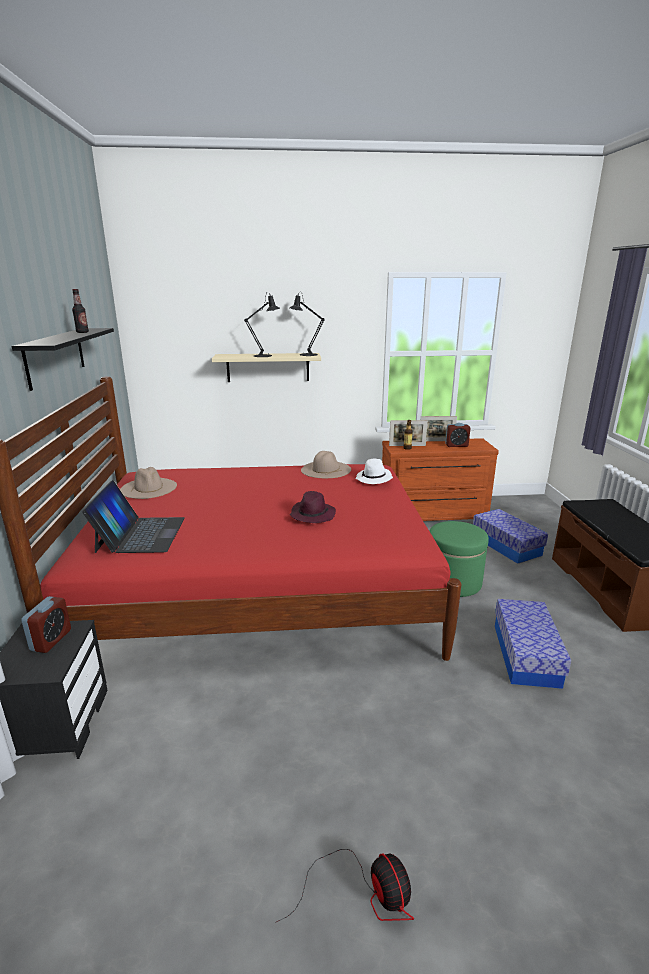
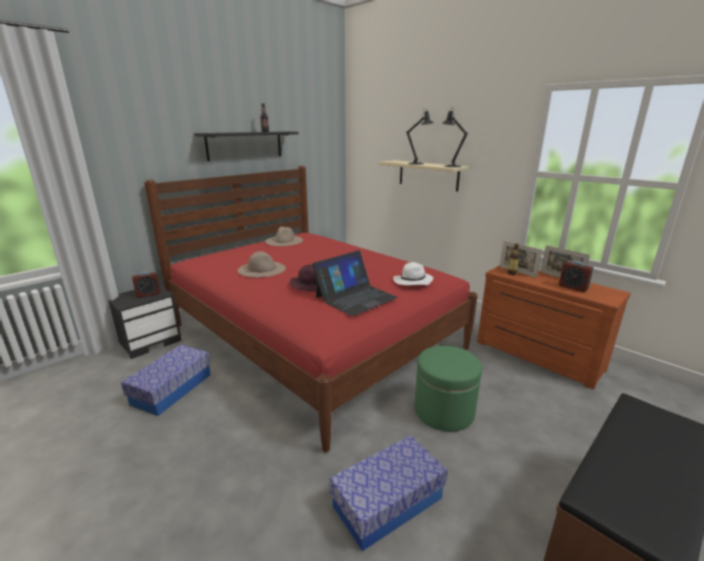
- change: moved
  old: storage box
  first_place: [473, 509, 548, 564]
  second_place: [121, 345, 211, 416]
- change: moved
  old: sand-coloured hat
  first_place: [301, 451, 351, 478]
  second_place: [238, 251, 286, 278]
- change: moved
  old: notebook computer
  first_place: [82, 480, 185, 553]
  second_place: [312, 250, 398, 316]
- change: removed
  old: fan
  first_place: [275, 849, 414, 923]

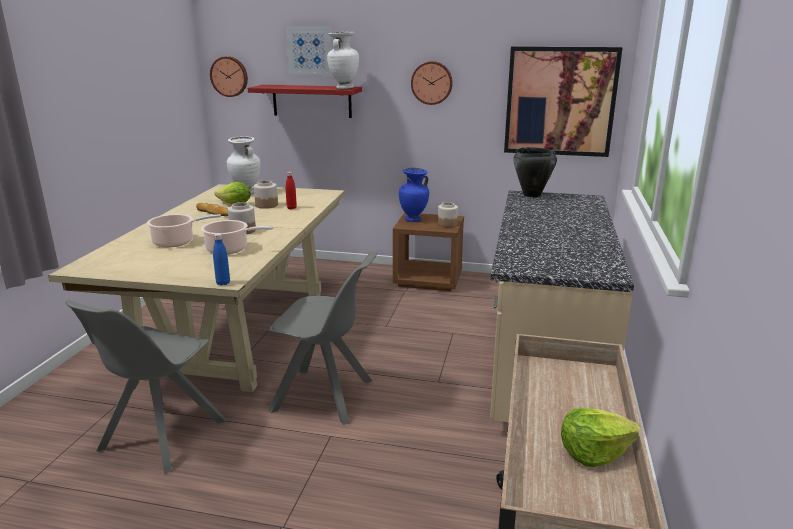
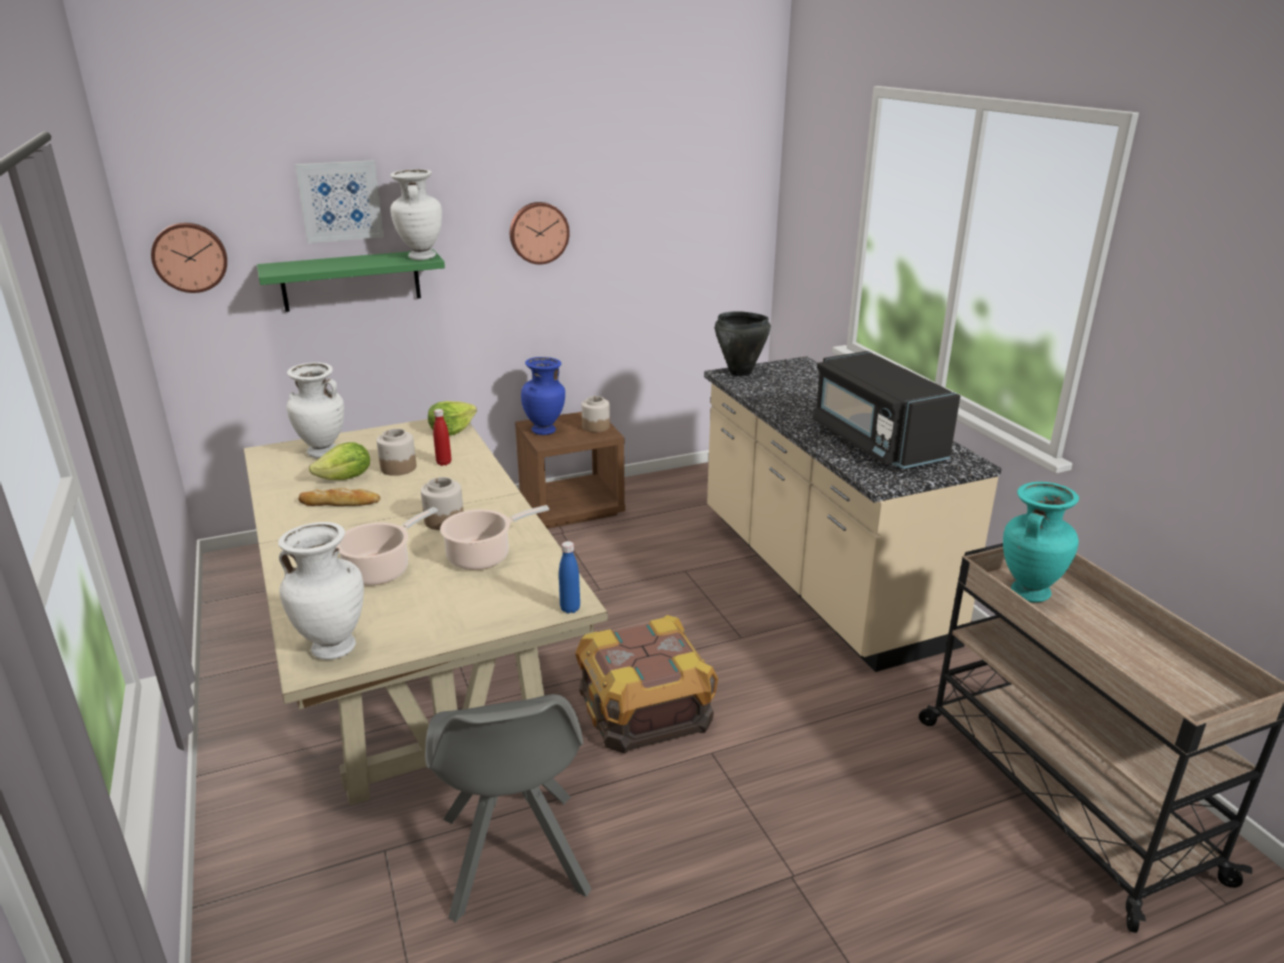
- change: recoloured
  old: red-coloured bracket shelf
  new: green-coloured bracket shelf
  first_place: [248, 85, 362, 118]
  second_place: [257, 249, 445, 312]
- change: added
  new: white-coloured flower vase
  second_place: [278, 522, 364, 660]
- change: moved
  old: lettuce
  first_place: [561, 408, 641, 467]
  second_place: [428, 401, 477, 436]
- change: replaced
  old: grey upright chair
  new: packing crate
  first_place: [268, 250, 377, 425]
  second_place: [575, 615, 718, 754]
- change: added
  new: black-coloured kitchen microwave
  second_place: [812, 351, 960, 469]
- change: added
  new: turquoise-coloured flower vase
  second_place: [1003, 482, 1079, 602]
- change: removed
  old: wall picture
  first_place: [504, 46, 623, 157]

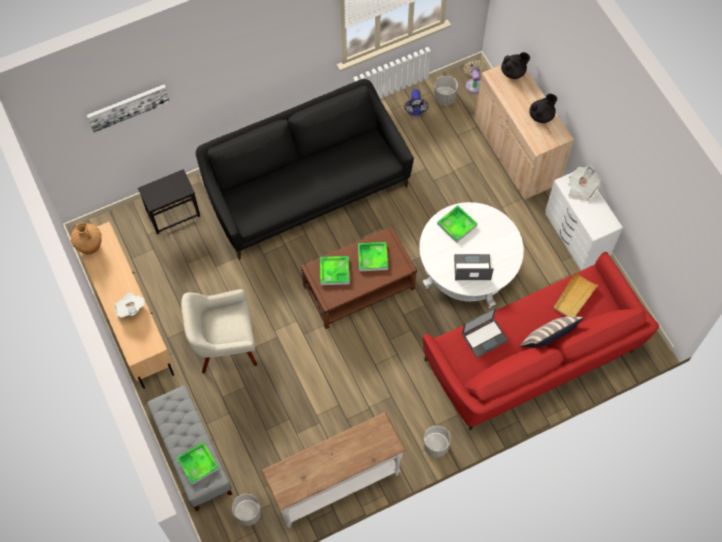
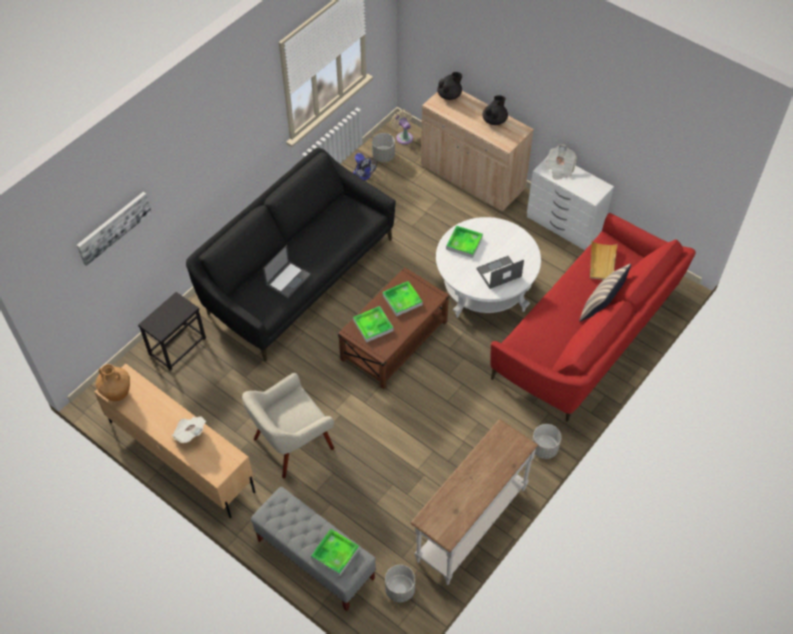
- change: moved
  old: notebook computer
  first_place: [462, 307, 509, 358]
  second_place: [263, 245, 311, 298]

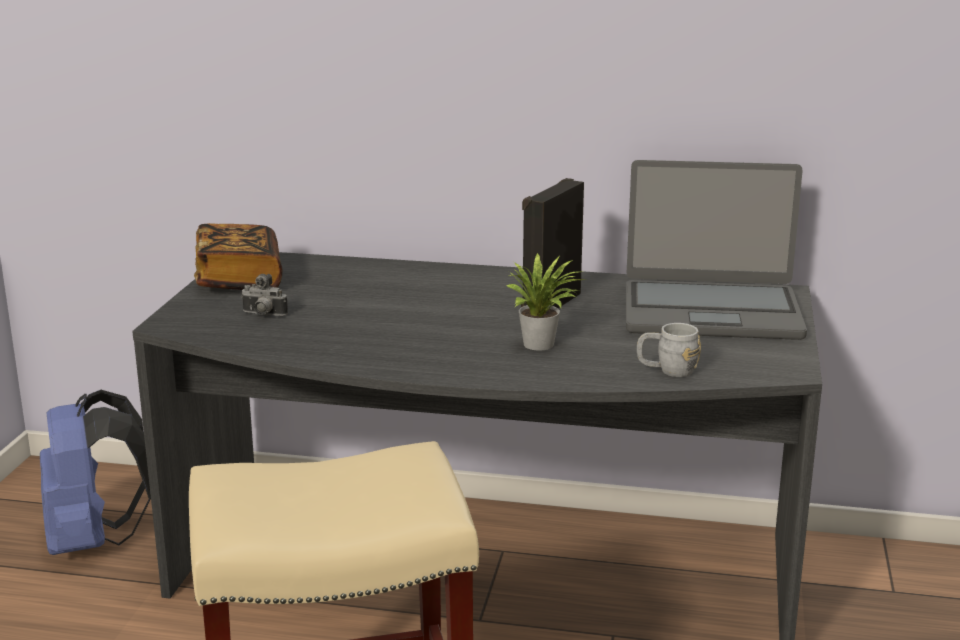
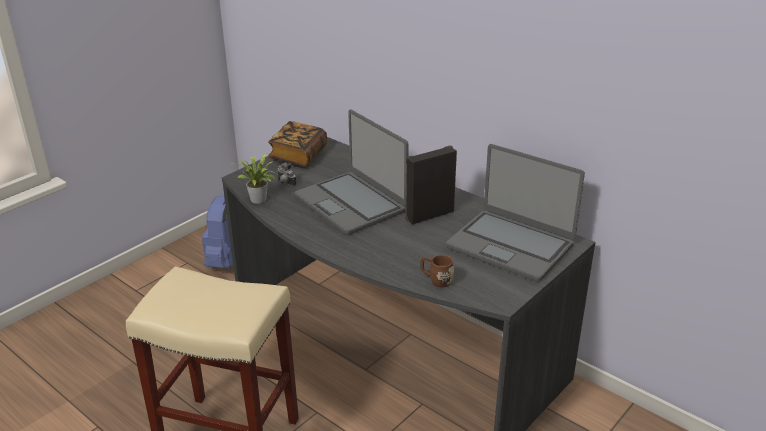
- change: moved
  old: plant in a pot
  first_place: [507, 253, 585, 351]
  second_place: [237, 153, 275, 204]
- change: added
  new: notebook computer
  second_place: [294, 110, 409, 235]
- change: recoloured
  old: grey mug
  new: brownish mug
  first_place: [637, 323, 701, 377]
  second_place: [420, 255, 454, 287]

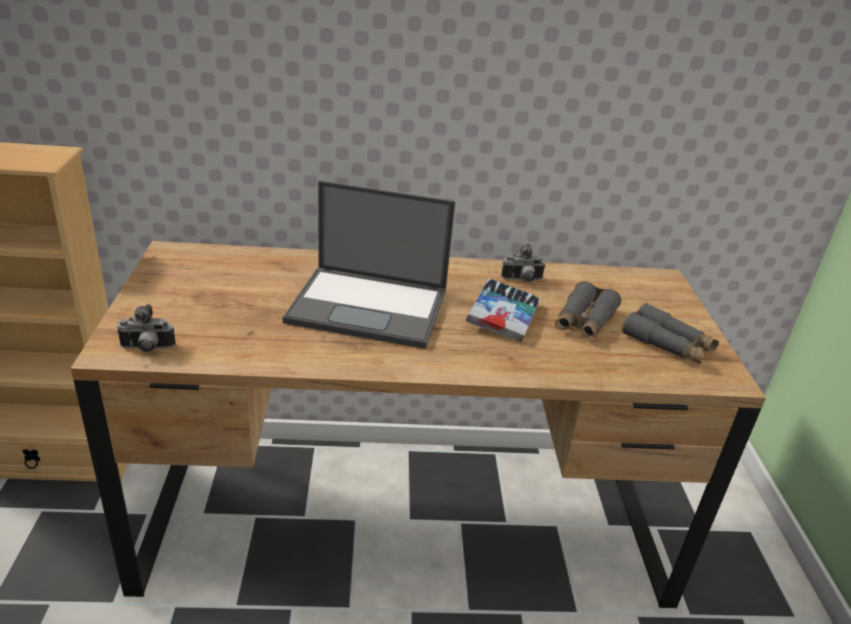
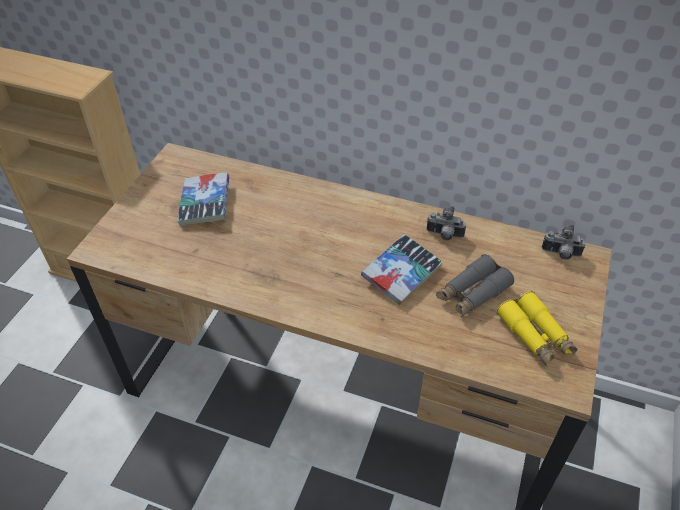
- change: added
  new: bound book
  second_place: [177, 172, 229, 226]
- change: recoloured
  old: grey binoculars
  new: yellow binoculars
  first_place: [622, 303, 719, 364]
  second_place: [497, 291, 577, 366]
- change: moved
  old: photo camera
  first_place: [116, 304, 176, 352]
  second_place: [542, 224, 586, 260]
- change: removed
  old: notebook computer
  first_place: [283, 181, 455, 349]

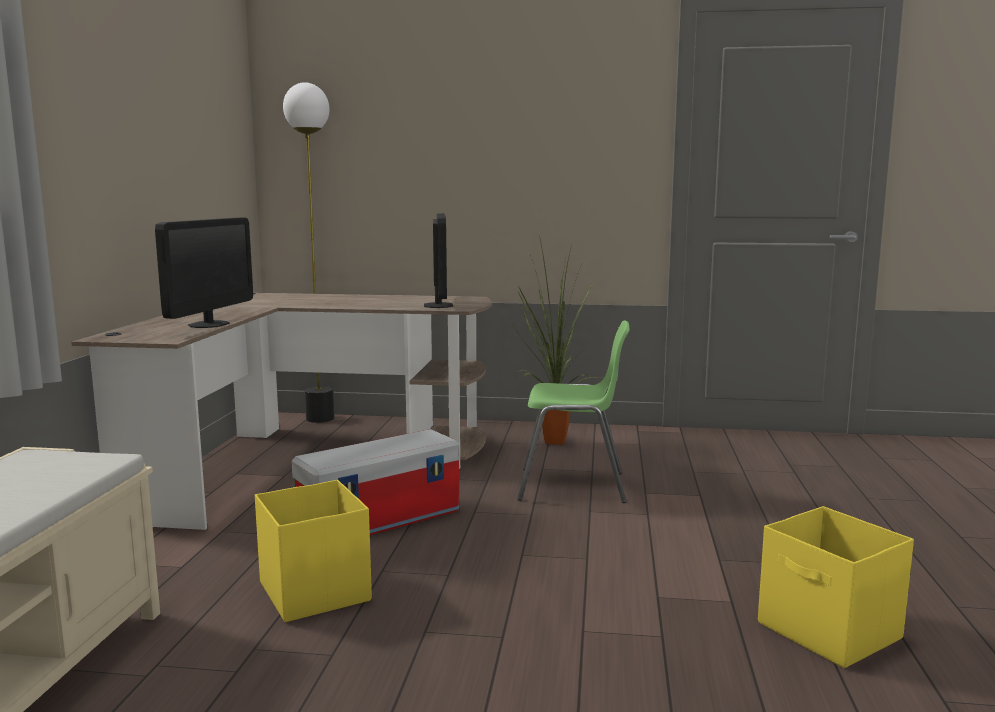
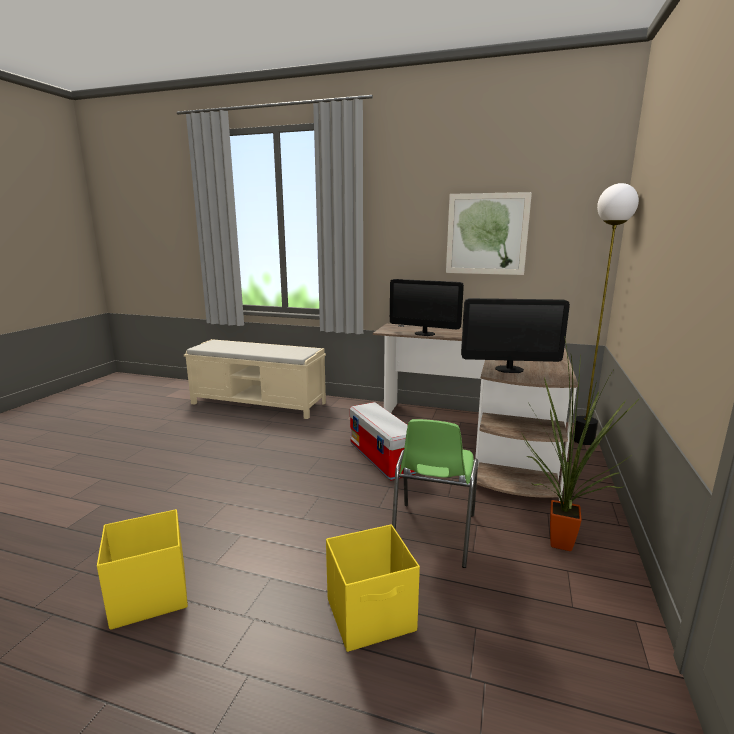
- change: moved
  old: yellow storage box
  first_place: [255, 480, 372, 622]
  second_place: [326, 524, 420, 652]
- change: added
  new: wall picture
  second_place: [446, 192, 532, 275]

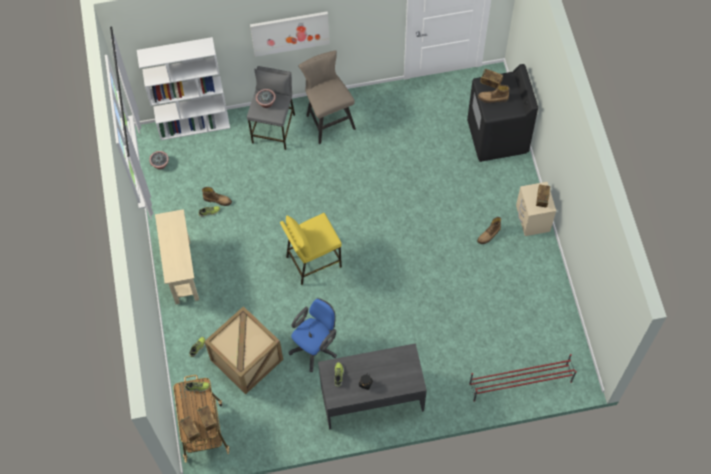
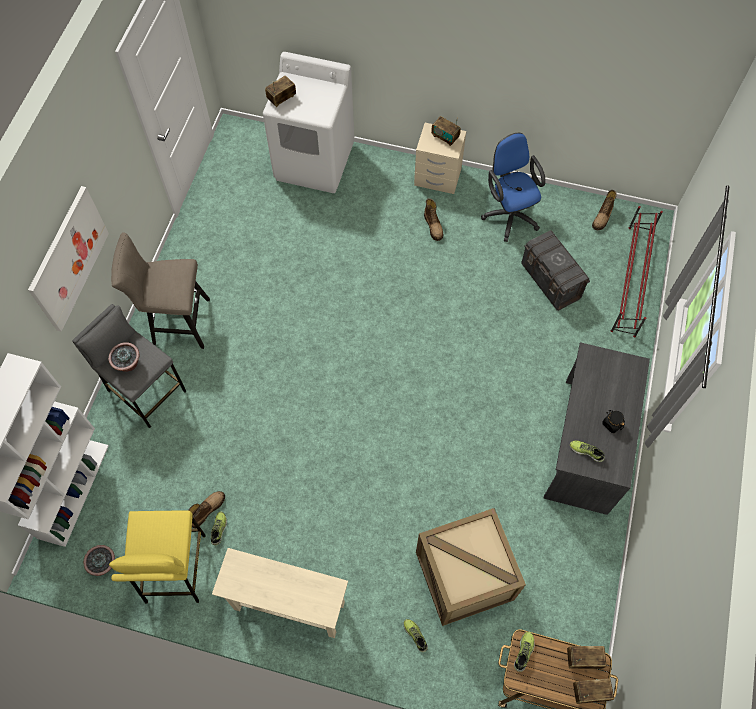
- change: moved
  old: yellow stool seat
  first_place: [280, 213, 342, 285]
  second_place: [109, 510, 205, 604]
- change: recoloured
  old: black-coloured washing machine
  new: white-coloured washing machine
  first_place: [467, 64, 538, 162]
  second_place: [263, 52, 354, 193]
- change: moved
  old: blue-coloured desk chair
  first_place: [288, 298, 337, 372]
  second_place: [481, 133, 546, 242]
- change: added
  new: grey storage box
  second_place: [521, 230, 590, 311]
- change: moved
  old: boot
  first_place: [478, 85, 510, 103]
  second_place: [592, 190, 617, 230]

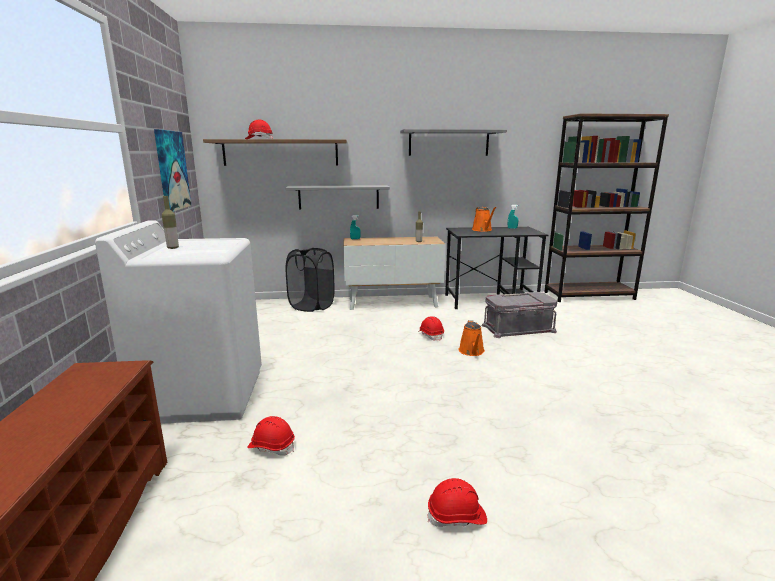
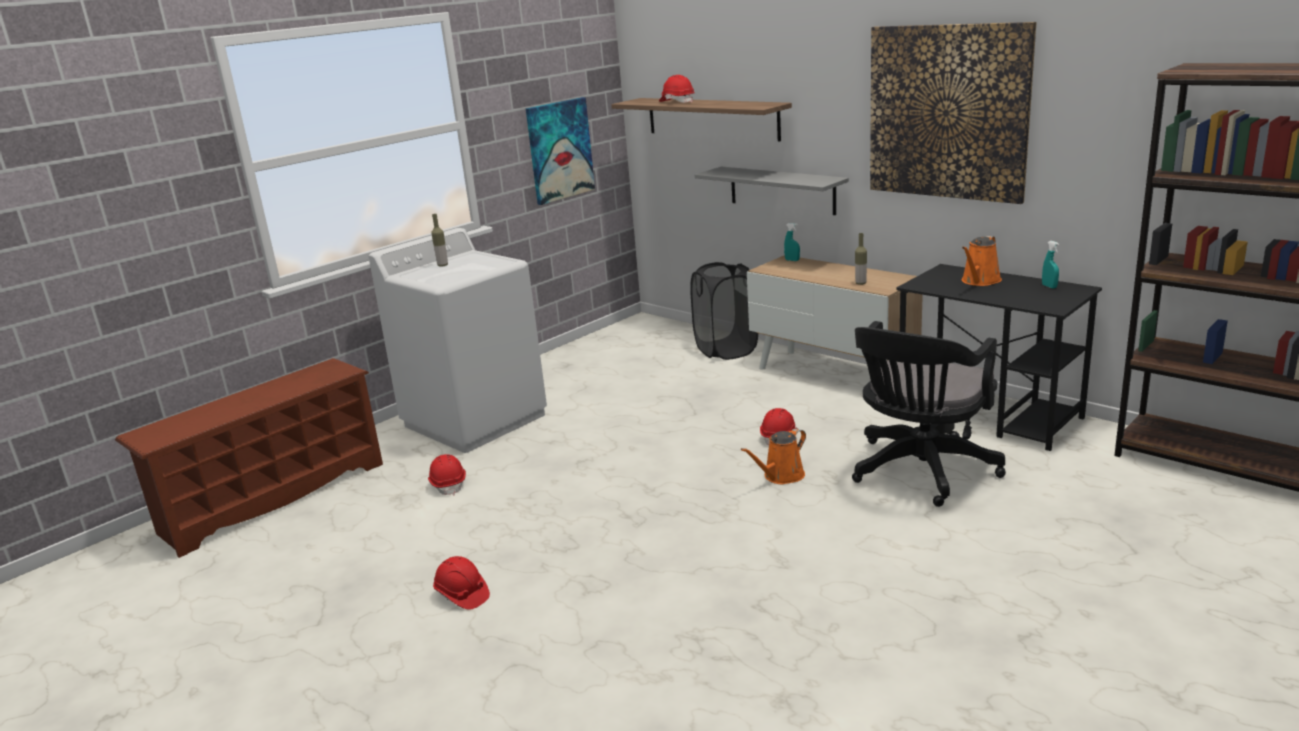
- change: replaced
  old: grey storage box
  new: black-coloured desk chair
  first_place: [482, 292, 557, 338]
  second_place: [852, 321, 1006, 507]
- change: replaced
  old: grey bracket shelf
  new: wall picture
  first_place: [400, 129, 507, 156]
  second_place: [870, 22, 1036, 204]

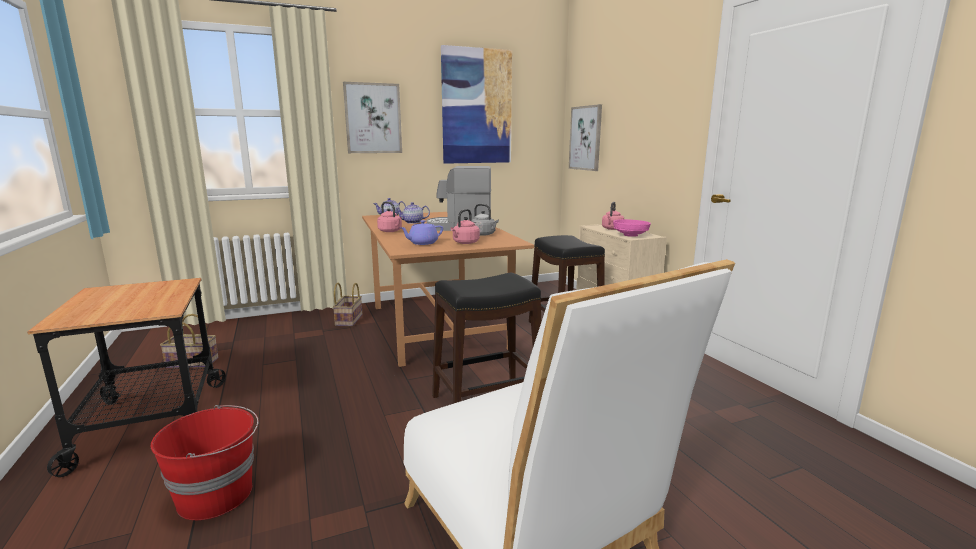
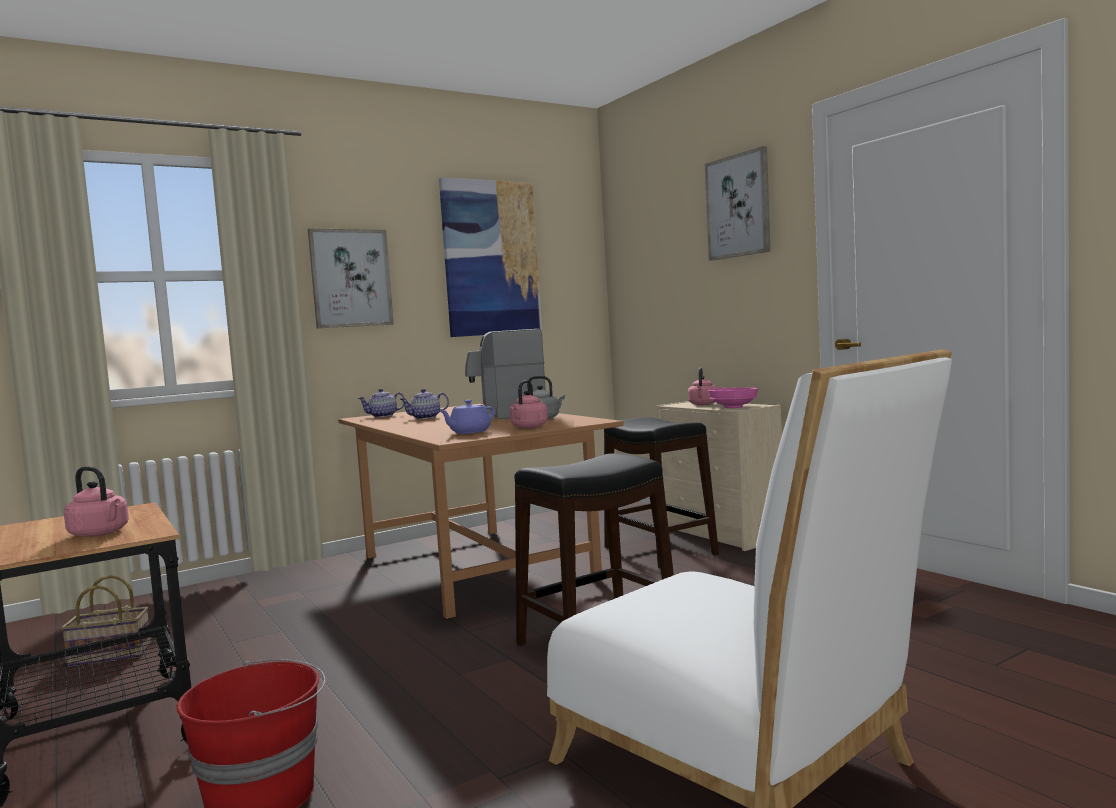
- change: moved
  old: pink water kettle
  first_place: [377, 202, 402, 232]
  second_place: [64, 466, 129, 537]
- change: moved
  old: wall picture
  first_place: [569, 104, 602, 171]
  second_place: [705, 146, 771, 261]
- change: removed
  old: household basket
  first_place: [333, 283, 362, 326]

